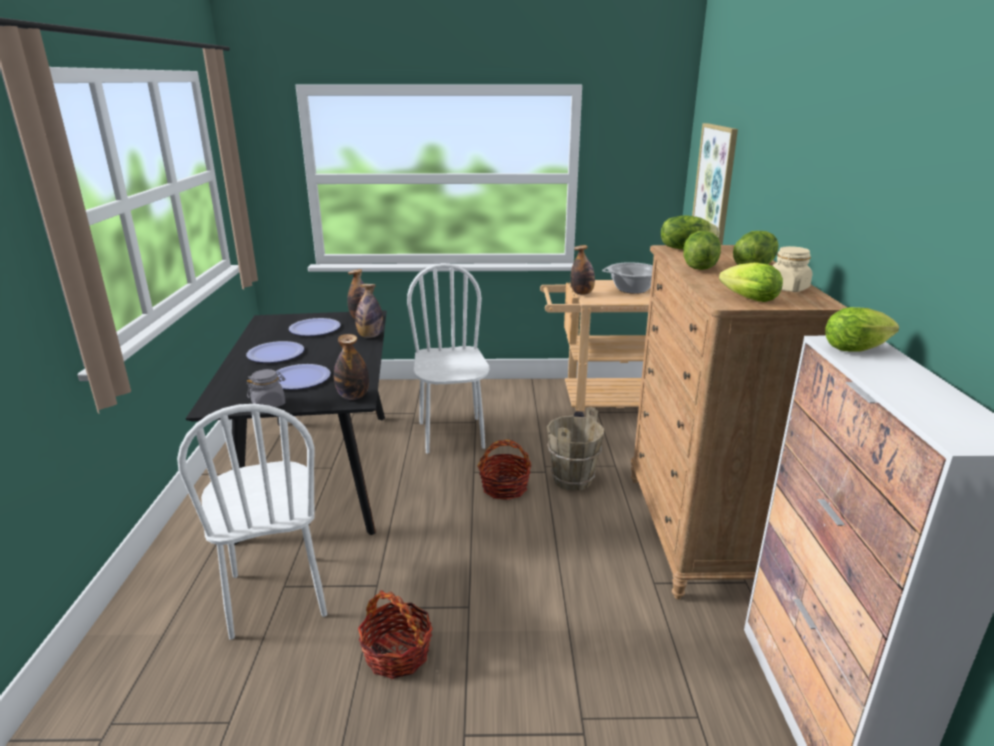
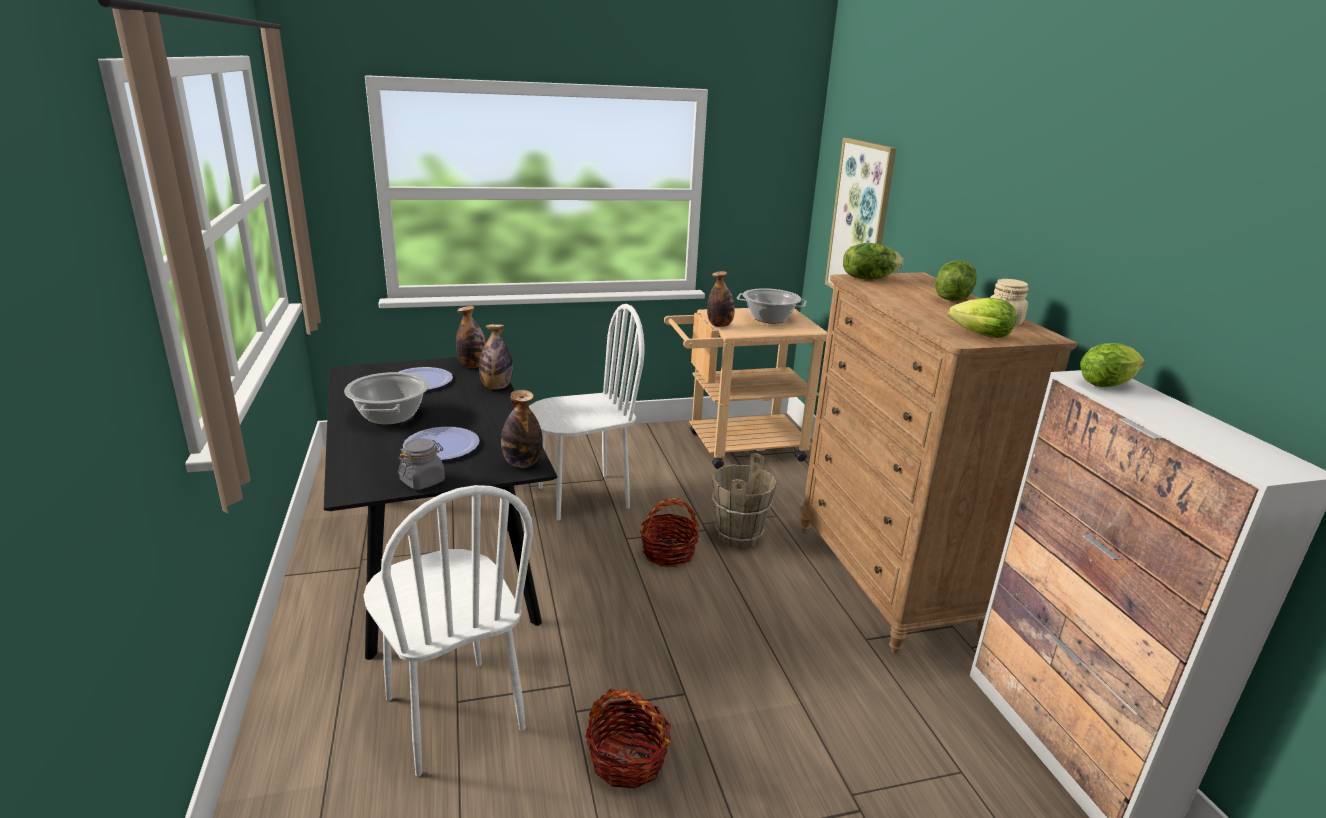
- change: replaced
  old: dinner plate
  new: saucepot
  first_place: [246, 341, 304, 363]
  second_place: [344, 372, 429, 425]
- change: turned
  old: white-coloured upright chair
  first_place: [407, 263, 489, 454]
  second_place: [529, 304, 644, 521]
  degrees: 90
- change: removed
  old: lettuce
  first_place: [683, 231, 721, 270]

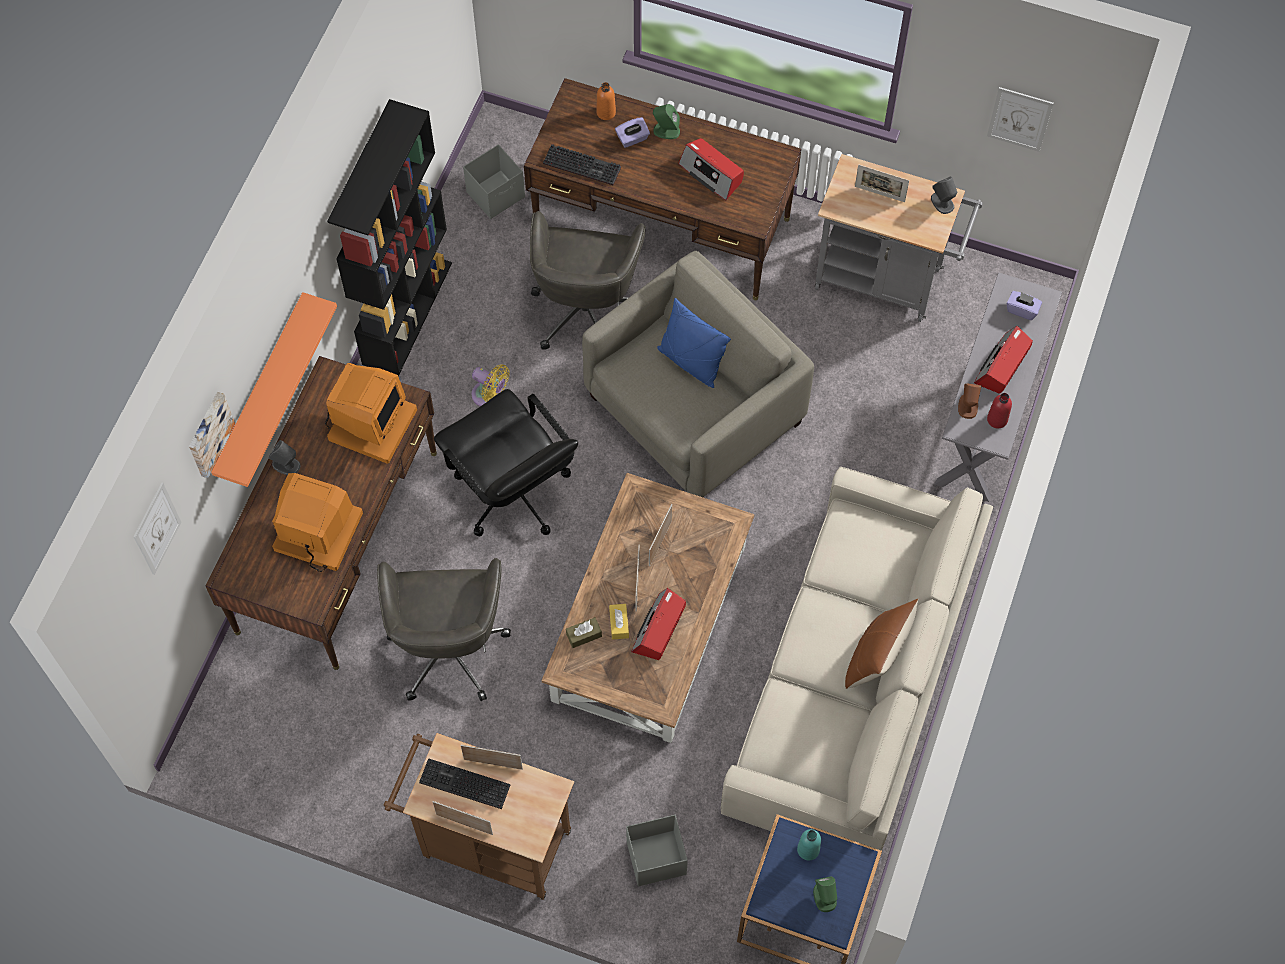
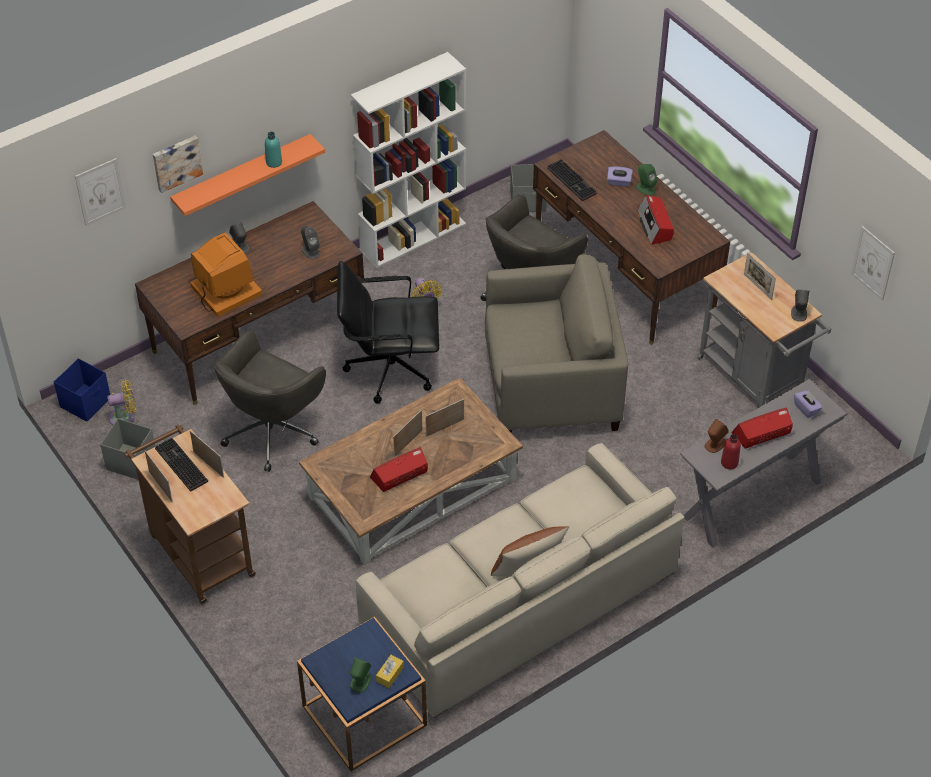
- change: added
  new: blue-coloured storage box
  second_place: [54, 358, 110, 422]
- change: moved
  old: grey storage box
  first_place: [626, 815, 688, 886]
  second_place: [100, 418, 155, 480]
- change: added
  new: yellow fan
  second_place: [107, 380, 136, 426]
- change: moved
  old: turquoise-coloured drink bottle
  first_place: [797, 829, 821, 860]
  second_place: [265, 132, 282, 168]
- change: replaced
  old: computer screen
  new: grey loudspeaker
  first_place: [325, 363, 417, 464]
  second_place: [301, 226, 320, 259]
- change: turned
  old: black-coloured desk chair
  first_place: [434, 389, 578, 536]
  second_place: [337, 261, 439, 404]
  degrees: 90
- change: recoloured
  old: black-coloured shelving unit
  new: white-coloured shelving unit
  first_place: [327, 99, 452, 376]
  second_place: [351, 52, 466, 268]
- change: moved
  old: yellow tissue box
  first_place: [609, 604, 629, 640]
  second_place: [376, 655, 404, 688]
- change: removed
  old: brownish tissue box
  first_place: [566, 617, 602, 648]
- change: removed
  old: orange-coloured drink bottle
  first_place: [596, 82, 616, 120]
- change: removed
  old: blue-coloured cushion
  first_place: [657, 298, 731, 388]

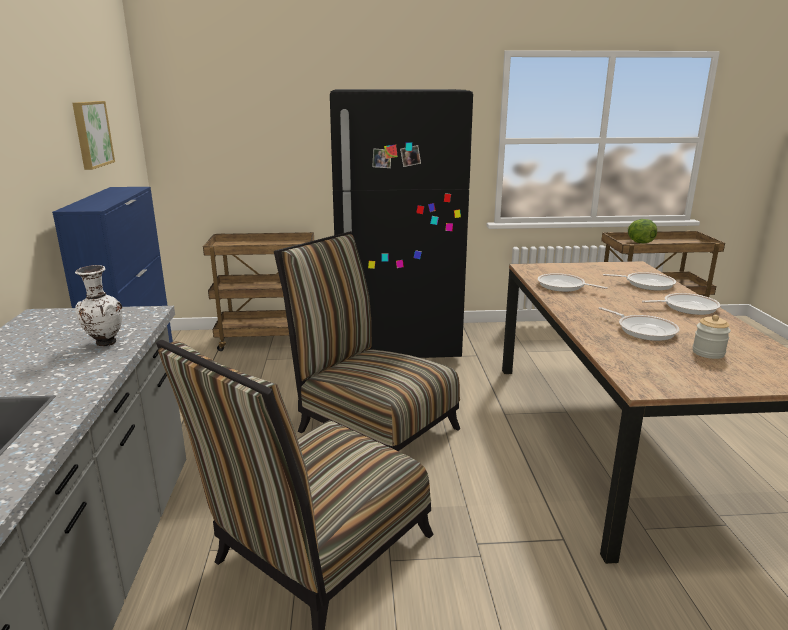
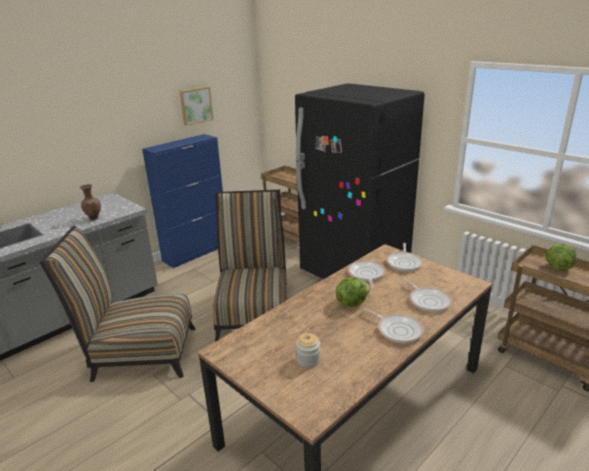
- change: recoloured
  old: white-coloured flower vase
  new: brownish flower vase
  first_place: [75, 265, 123, 346]
  second_place: [79, 184, 101, 220]
- change: added
  new: lettuce
  second_place: [336, 277, 370, 307]
- change: moved
  old: frying pan
  first_place: [598, 307, 679, 341]
  second_place: [387, 243, 423, 272]

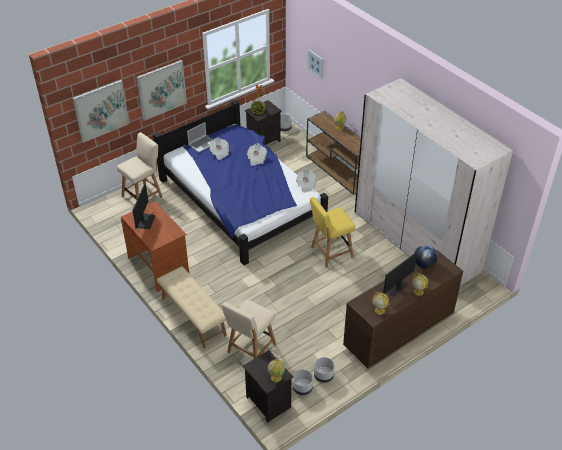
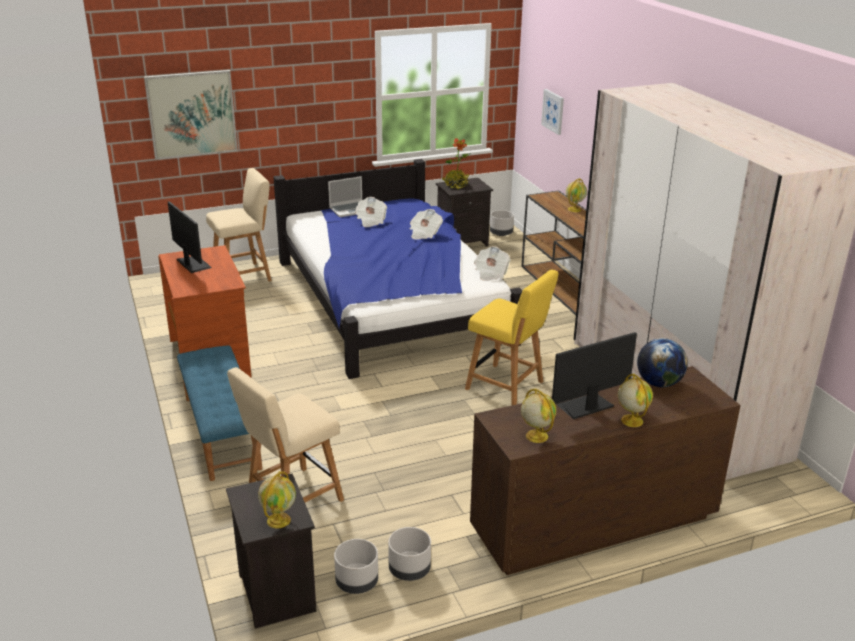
- change: turned
  old: computer screen
  first_place: [133, 183, 156, 229]
  second_place: [168, 201, 212, 273]
  degrees: -60
- change: recoloured
  old: sand-coloured bench
  new: blue-coloured bench
  first_place: [157, 266, 227, 348]
  second_place: [177, 345, 262, 481]
- change: turned
  old: yellow upright chair
  first_place: [310, 197, 356, 268]
  second_place: [465, 270, 558, 405]
  degrees: -135
- change: removed
  old: wall picture
  first_place: [137, 60, 187, 121]

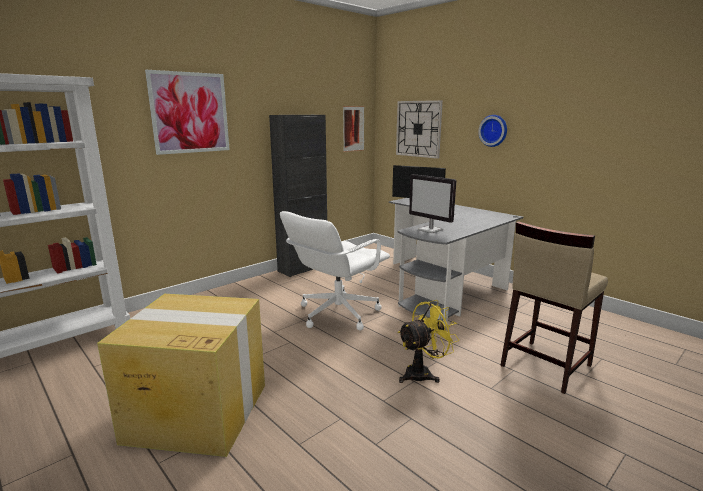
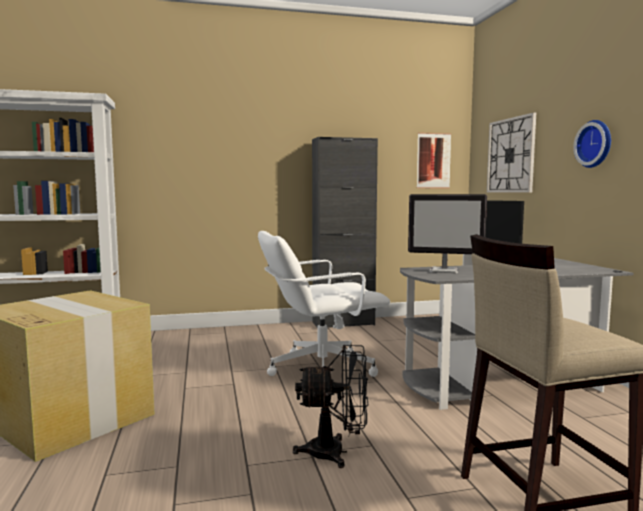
- change: recoloured
  old: yellow fan
  new: black-coloured fan
  first_place: [398, 300, 459, 383]
  second_place: [293, 345, 368, 468]
- change: turned
  old: computer screen
  first_place: [409, 174, 456, 233]
  second_place: [408, 194, 487, 273]
  degrees: -60
- change: removed
  old: wall picture
  first_place: [145, 70, 230, 155]

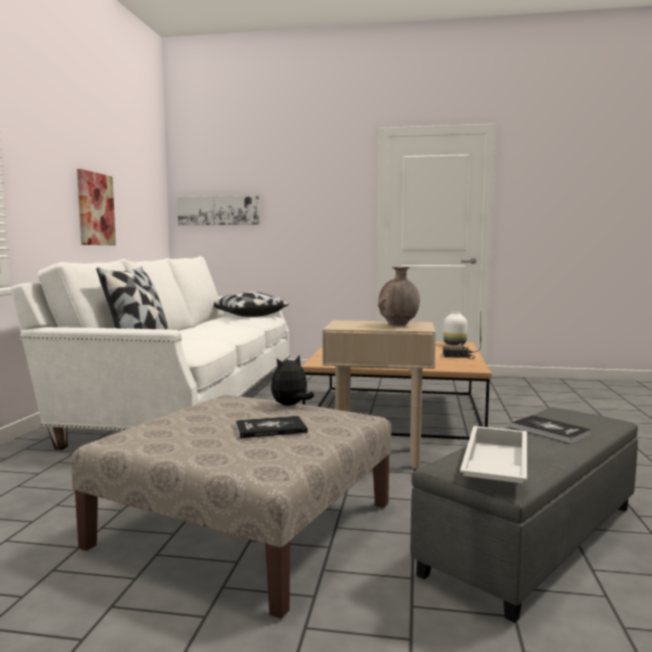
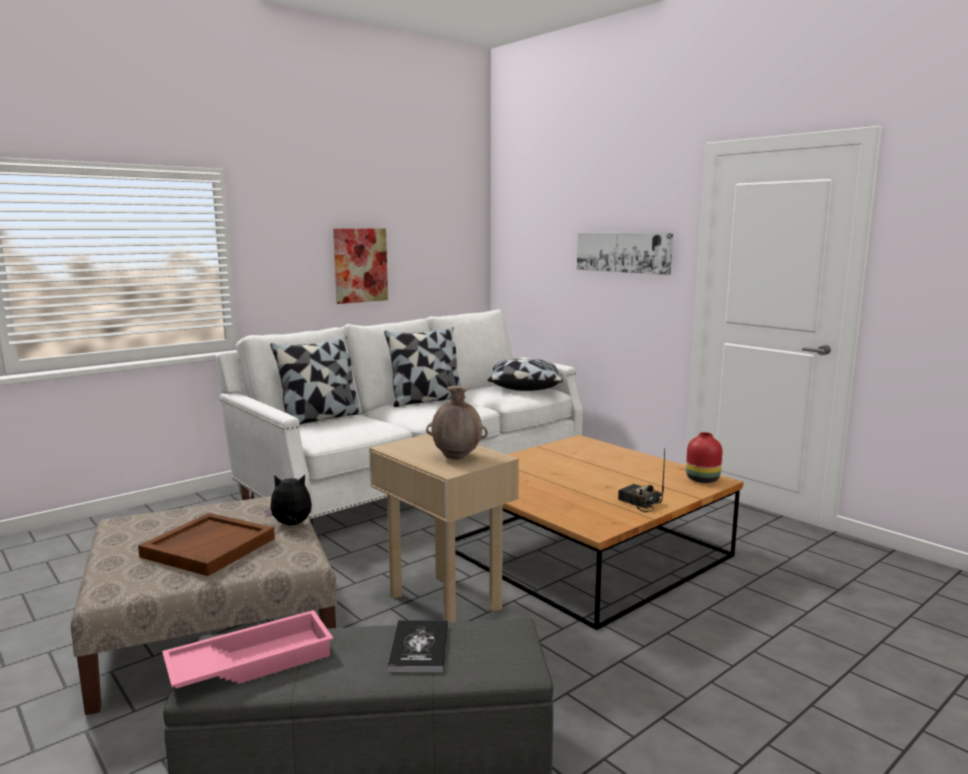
- change: replaced
  old: bound book
  new: brownish carrying tray
  first_place: [235, 416, 308, 438]
  second_place: [138, 513, 275, 576]
- change: recoloured
  old: white-coloured carrying tray
  new: pink carrying tray
  first_place: [460, 426, 527, 483]
  second_place: [162, 610, 333, 689]
- change: added
  new: cushion
  second_place: [384, 327, 465, 407]
- change: moved
  old: wall picture
  first_place: [177, 195, 260, 225]
  second_place: [577, 233, 673, 275]
- change: recoloured
  old: white-coloured flower vase
  new: red-coloured flower vase
  first_place: [443, 312, 467, 345]
  second_place: [686, 432, 722, 483]

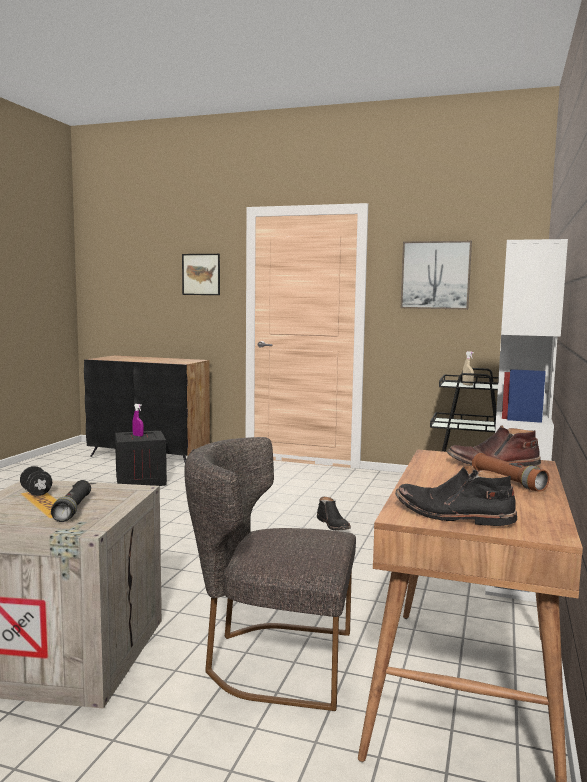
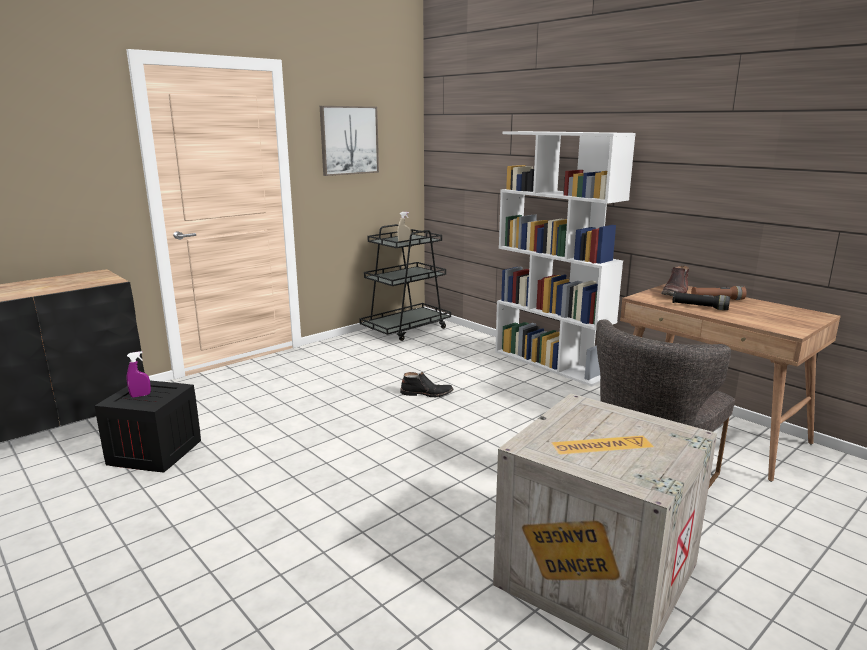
- change: moved
  old: black-coloured torch
  first_place: [51, 480, 91, 522]
  second_place: [672, 291, 730, 310]
- change: removed
  old: black-coloured free weight
  first_place: [20, 466, 52, 496]
- change: removed
  old: wall picture
  first_place: [182, 254, 220, 295]
- change: removed
  old: black-coloured boot
  first_place: [395, 465, 517, 526]

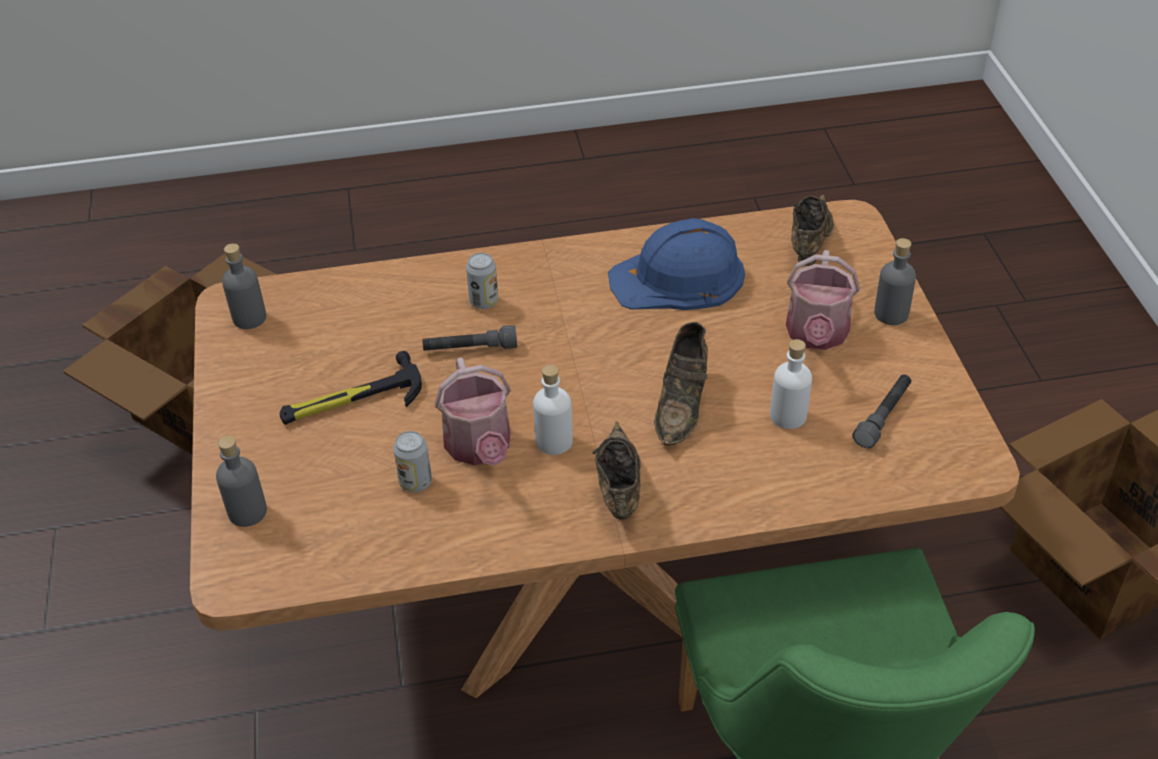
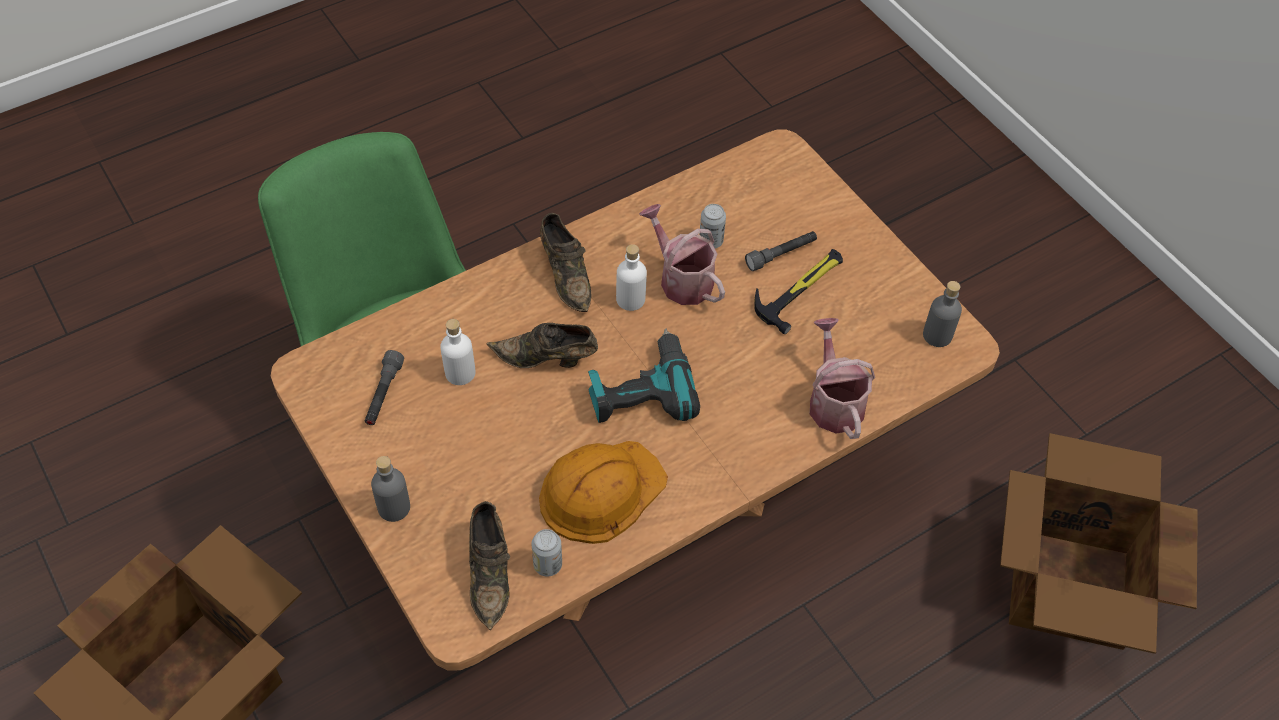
- change: turned
  old: brownish item of footwear
  first_place: [654, 322, 708, 446]
  second_place: [487, 323, 598, 368]
  degrees: -75
- change: moved
  old: metal can
  first_place: [466, 253, 499, 309]
  second_place: [532, 529, 562, 577]
- change: recoloured
  old: blue-coloured hard hat
  new: orange-coloured hard hat
  first_place: [608, 218, 745, 310]
  second_place: [539, 441, 668, 544]
- change: added
  new: power drill
  second_place: [588, 329, 700, 423]
- change: moved
  old: grey torch
  first_place: [422, 325, 517, 351]
  second_place: [745, 231, 817, 271]
- change: moved
  old: sprinkling can
  first_place: [786, 250, 860, 350]
  second_place: [810, 318, 875, 439]
- change: removed
  old: grey drink bottle
  first_place: [216, 436, 267, 527]

